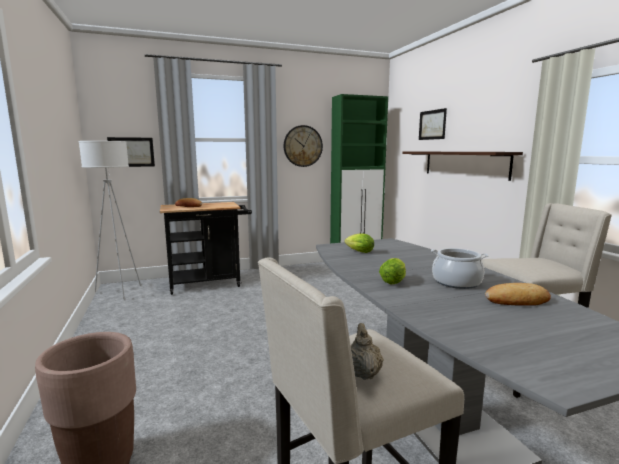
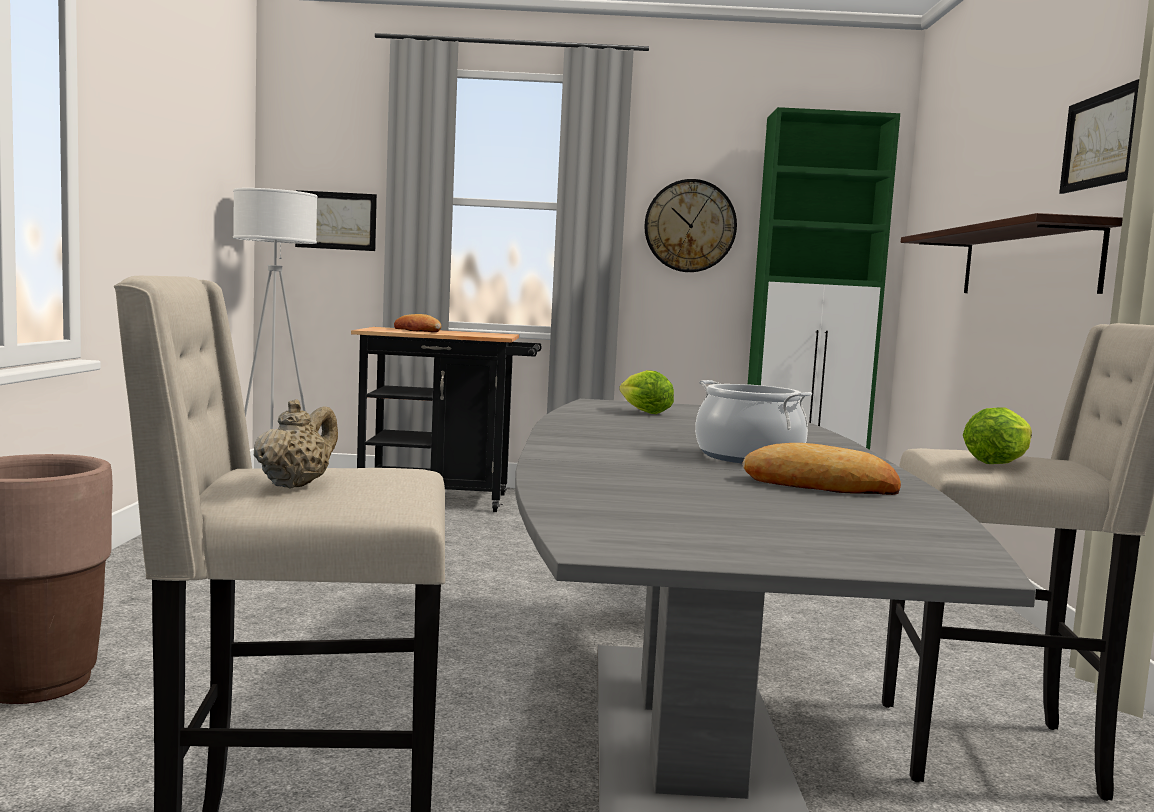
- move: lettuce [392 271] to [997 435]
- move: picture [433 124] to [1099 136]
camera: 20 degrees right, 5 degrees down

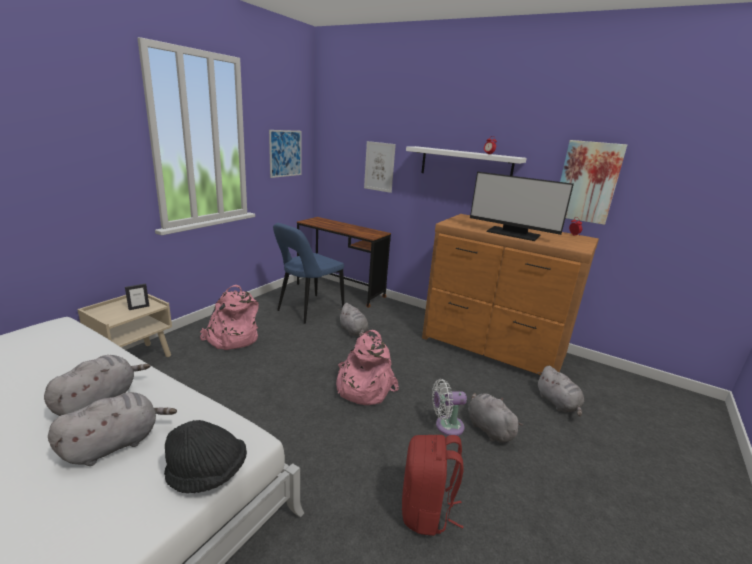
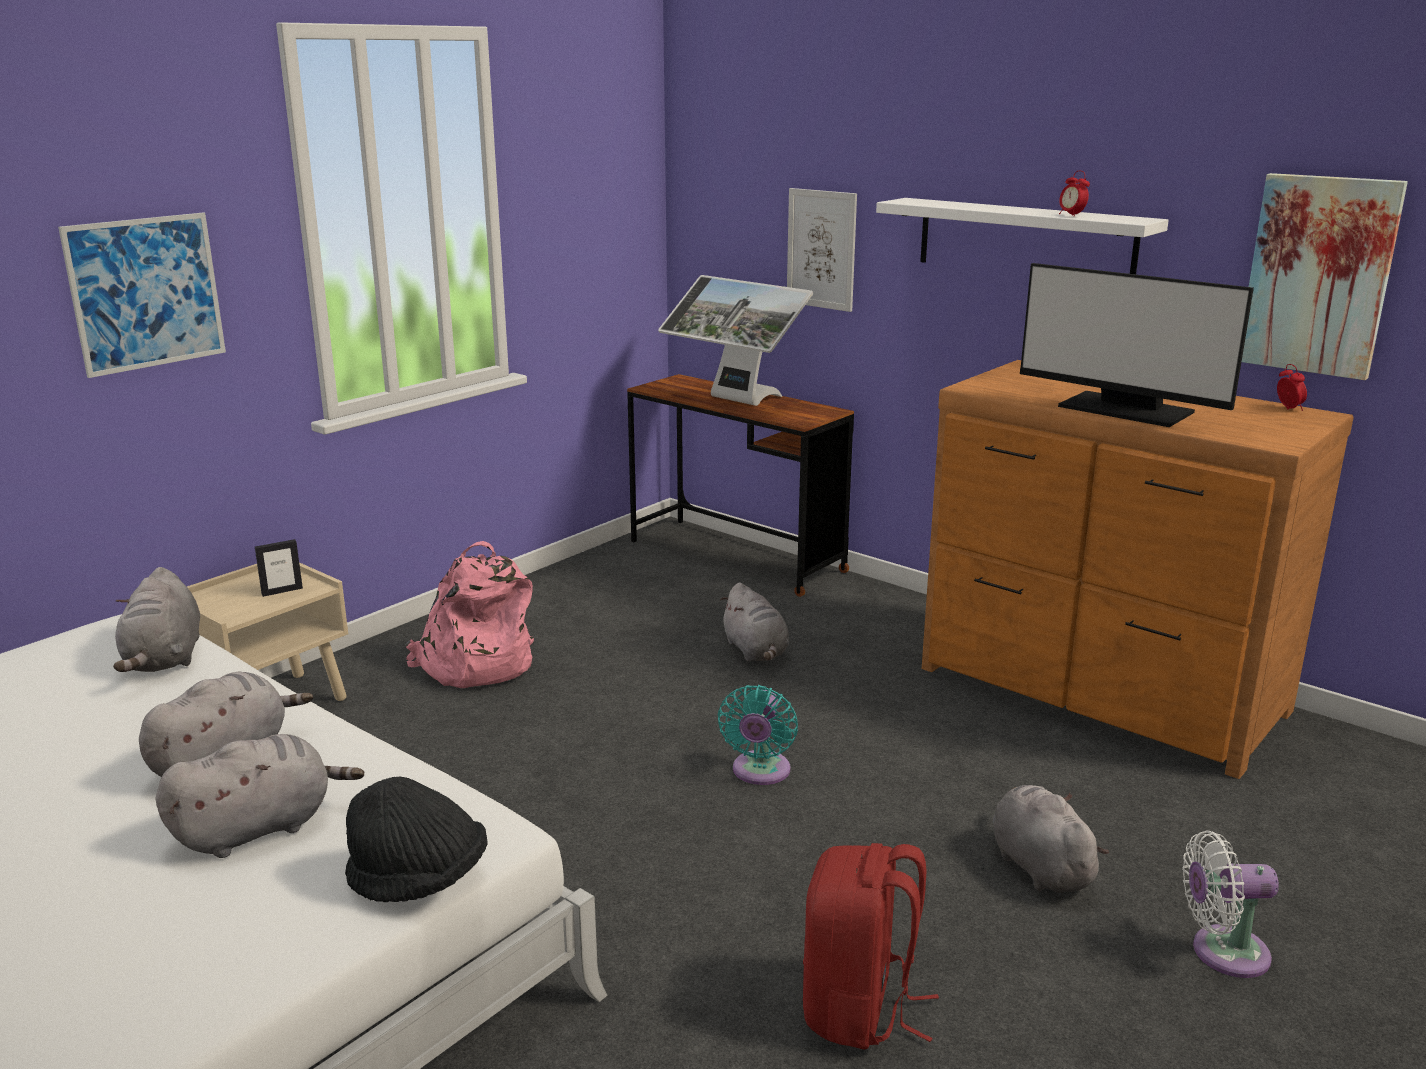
- move: picture [285 154] to [142 295]
- move: grey plush toy [560 391] to [156 619]
- insert: monitor [735 340]
- replace: pink backpack [367 367] to turquoise fan [757 735]
- move: white fan [449 407] to [1230 904]
- delete: blue chair [308 273]
camera: 10 degrees right, 0 degrees up

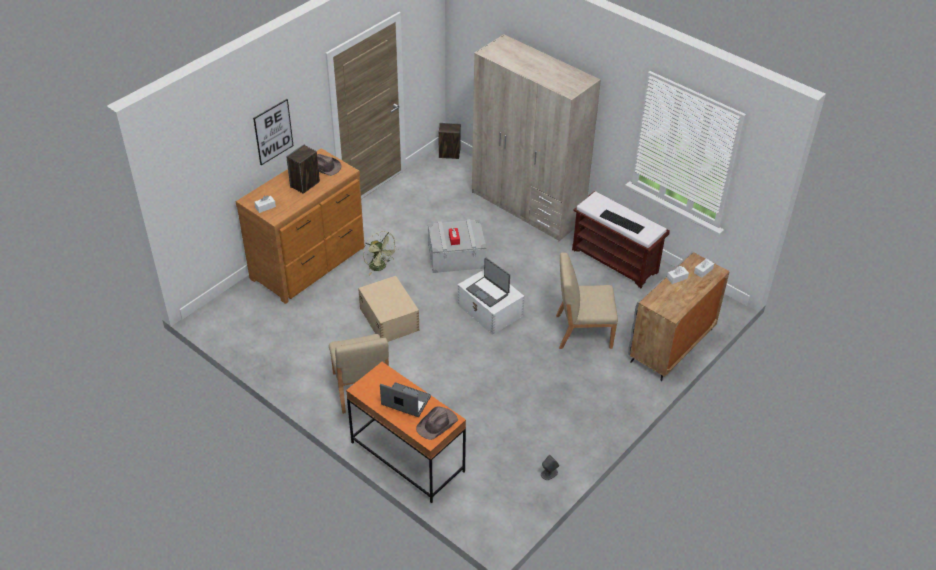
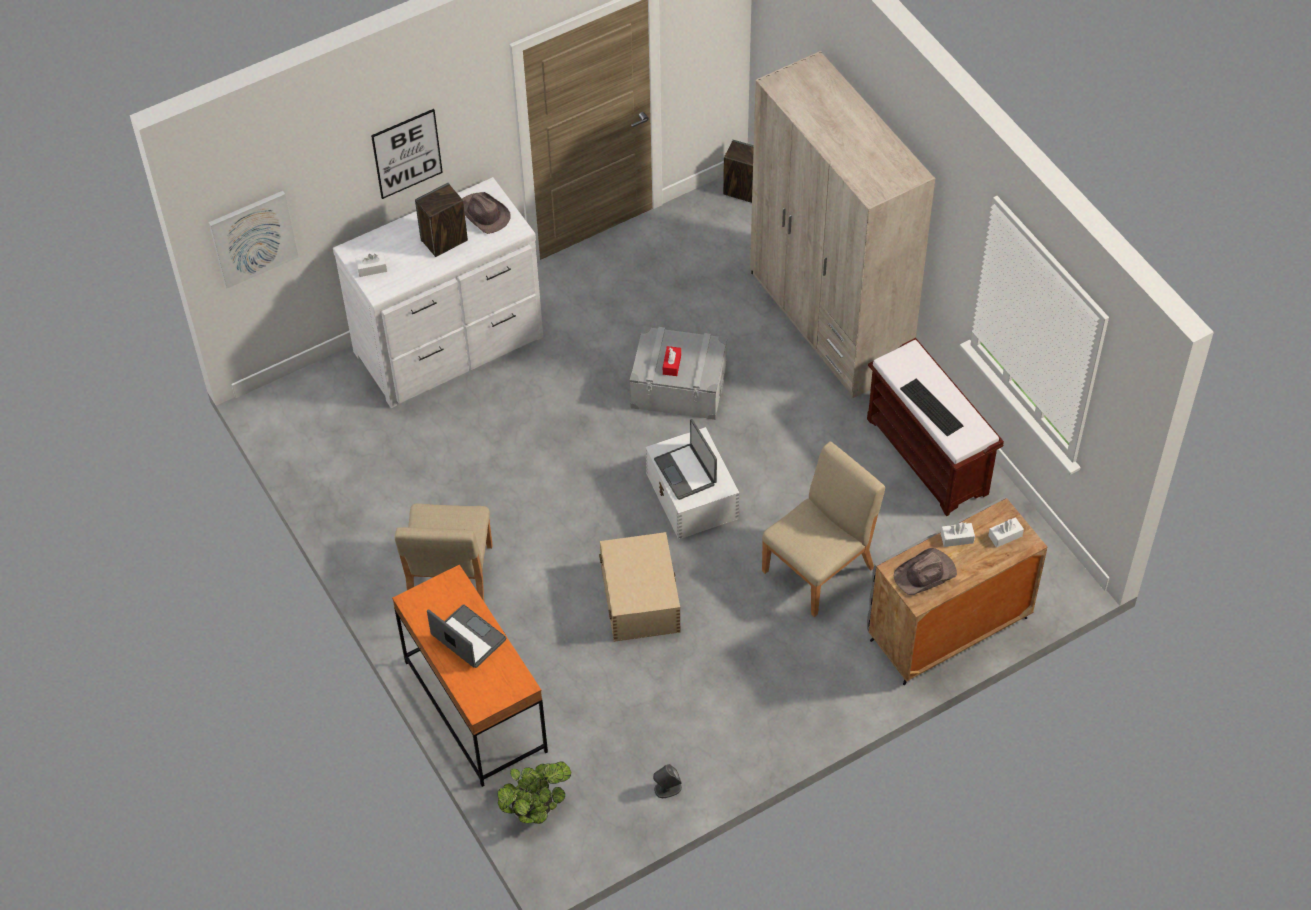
- insert: picture [254 239]
- recolor: brown dresser [300 226] to white dresser [438 292]
- insert: potted plant [534 792]
- move: beige storage box [388 309] to [639 587]
- rotate: beige chair [587 301] = [823 529] 120 degrees clockwise
- move: brown hat [437 423] to [925 571]
- delete: green fan [380 253]
camera: 20 degrees right, 10 degrees up

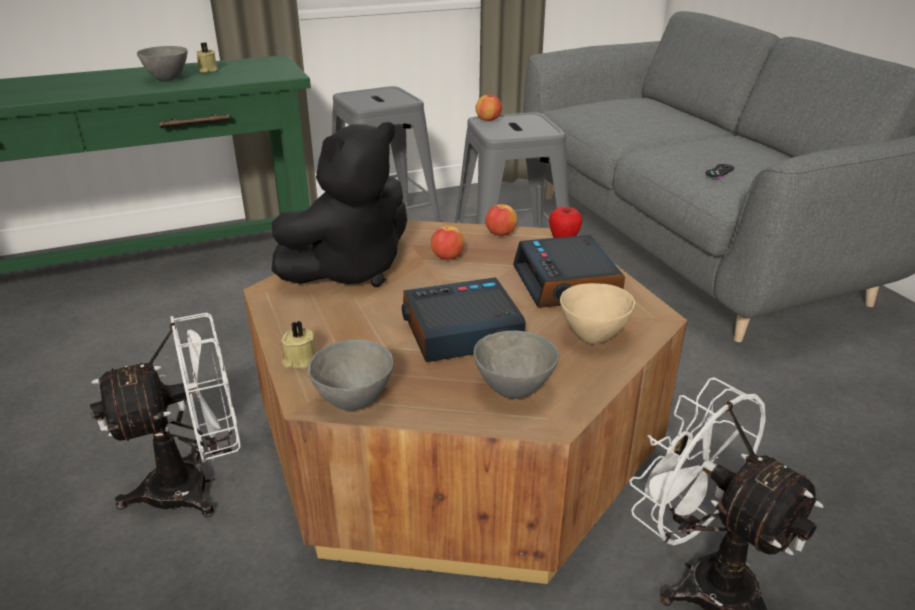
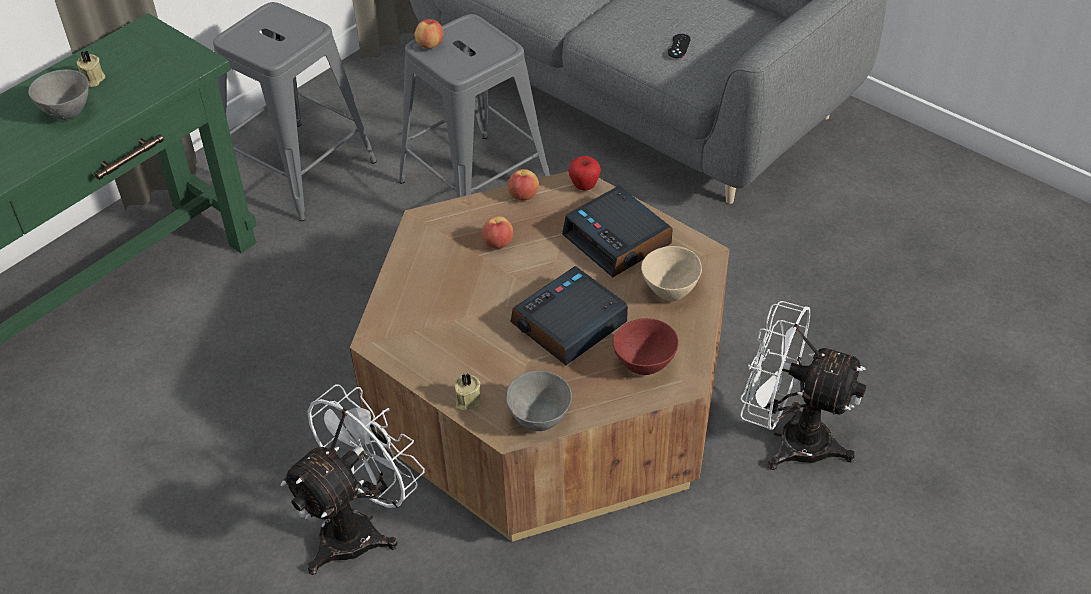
- recolor: grey bowl [516 364] to red bowl [646 346]
- delete: black plush toy [339 204]
camera: 25 degrees left, 15 degrees up

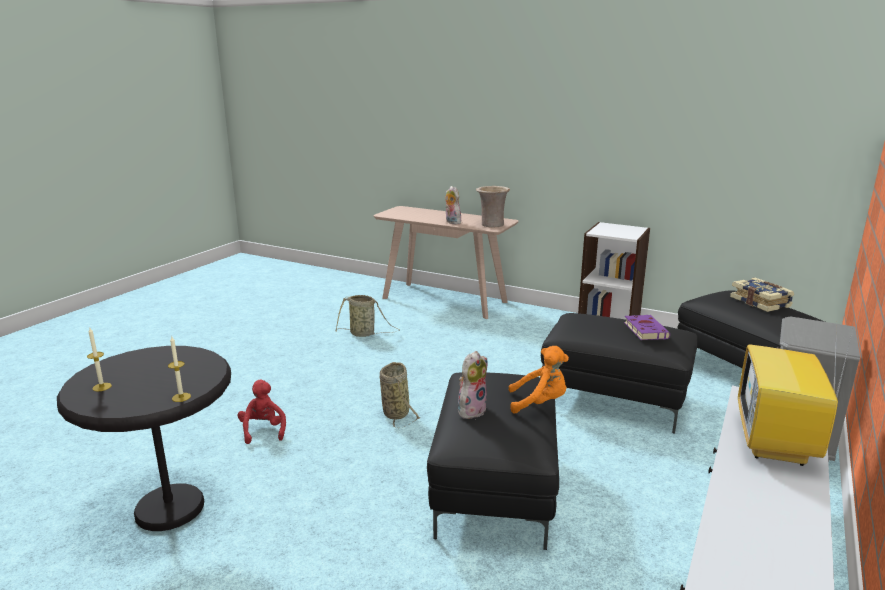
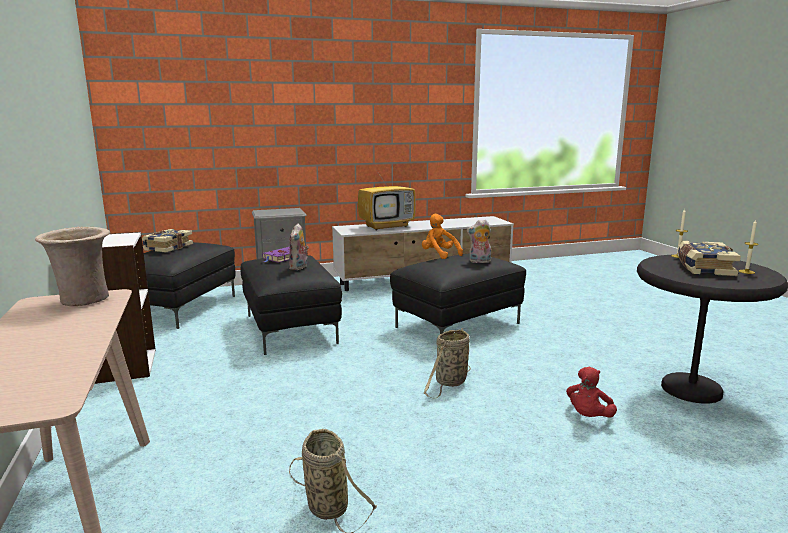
- move: plush toy [453 205] to [299 246]
- insert: book [709 258]
camera: 135 degrees left, 5 degrees down

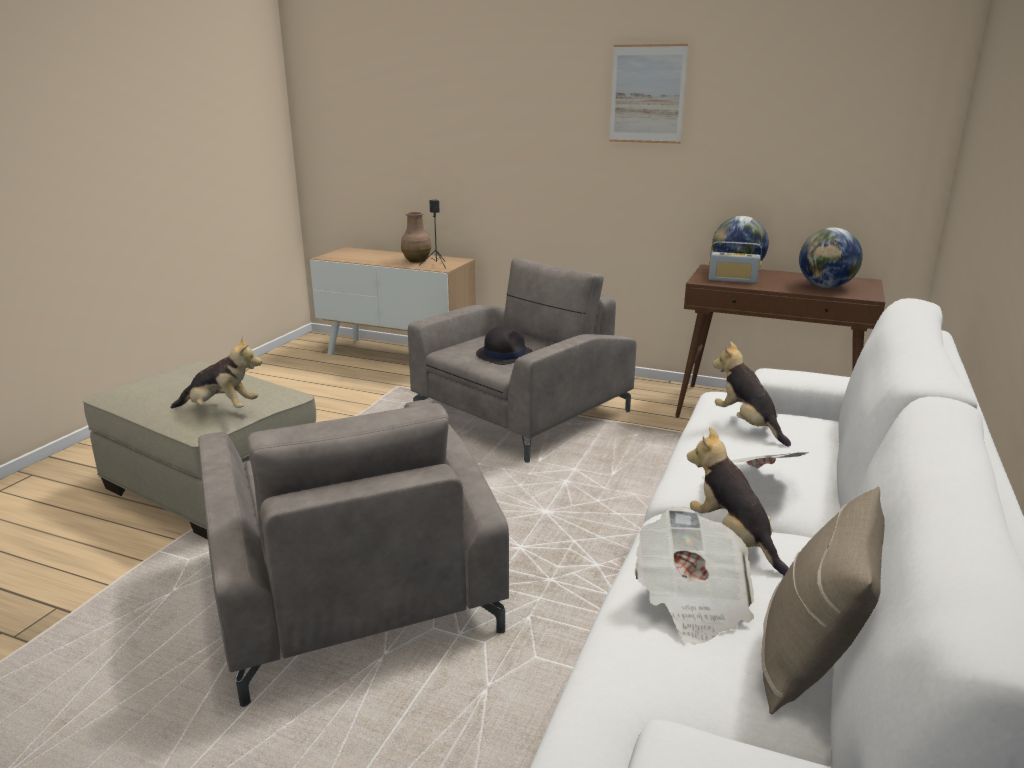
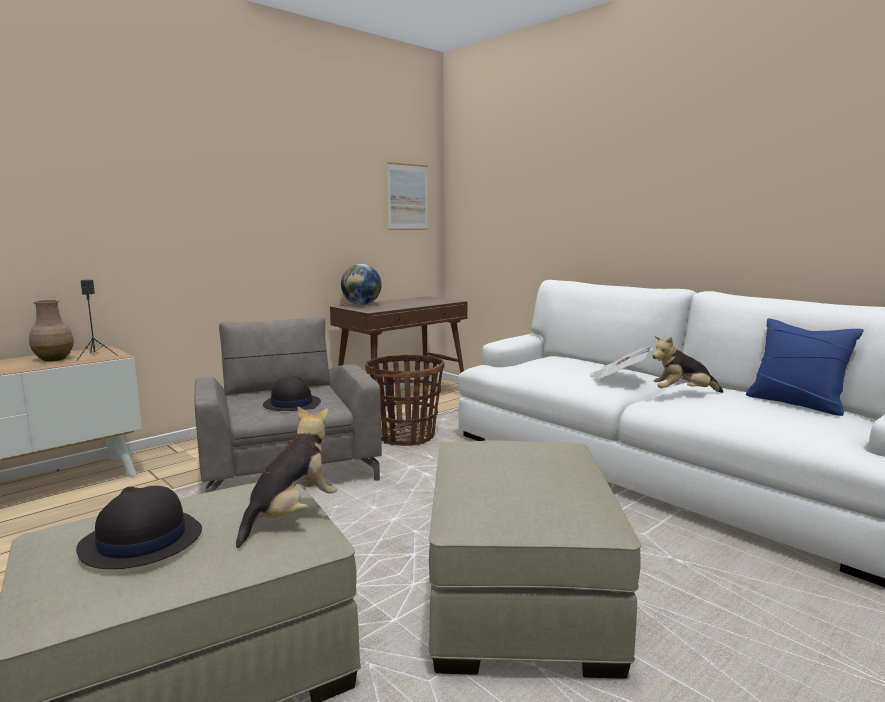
- insert: black hat [139 527]
- insert: basket [405 400]
- move: picture [648 94] to [407 196]
- replace: grey armchair [353 553] to beige ottoman [534 559]
- recolor: beige pillow [823 600] to blue pillow [805 367]
- delete: newspaper [694 576]
- delete: radio [735 262]
- delete: plush toy [752 394]
- delete: globe [831 257]
camera: 65 degrees left, 10 degrees down

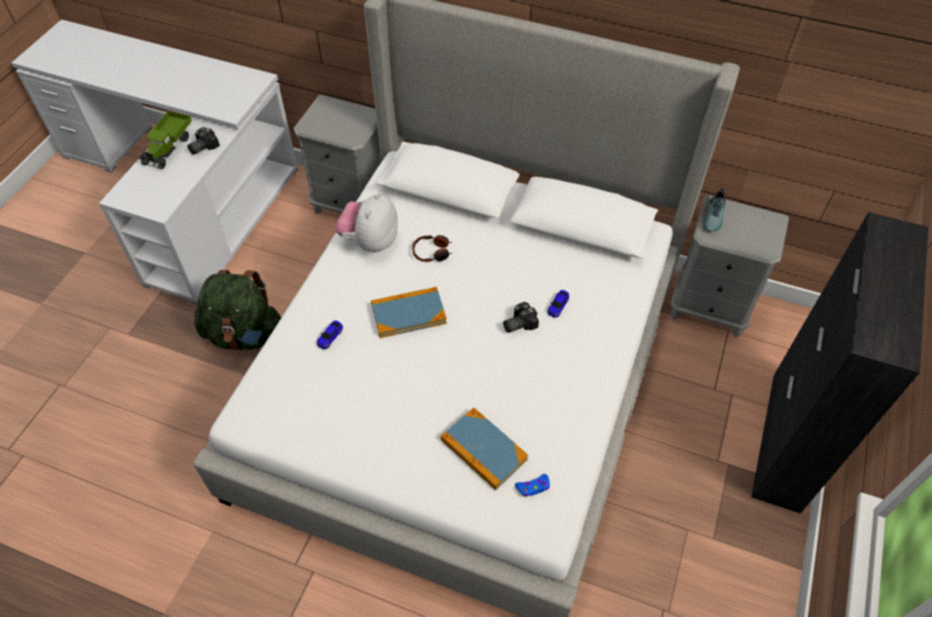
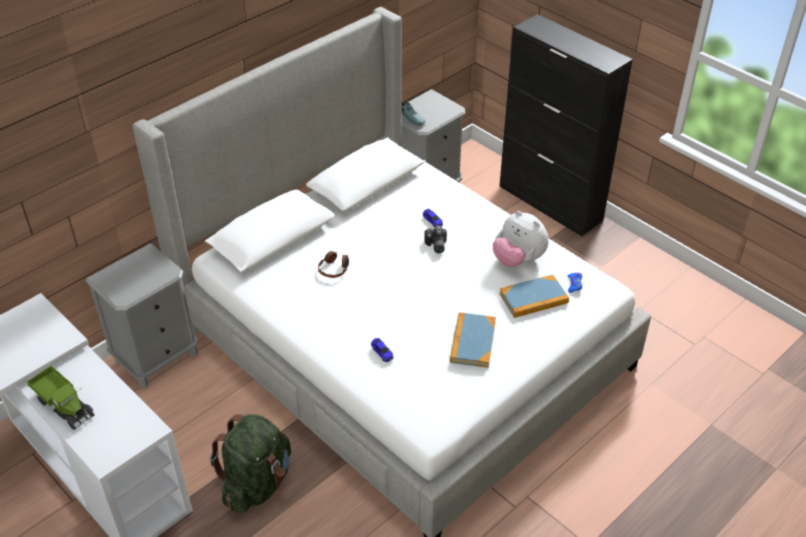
- move: book [409 312] to [473 340]
- move: plush toy [366 222] to [520 239]
- delete: photo camera [204 141]
camera: 65 degrees left, 10 degrees down

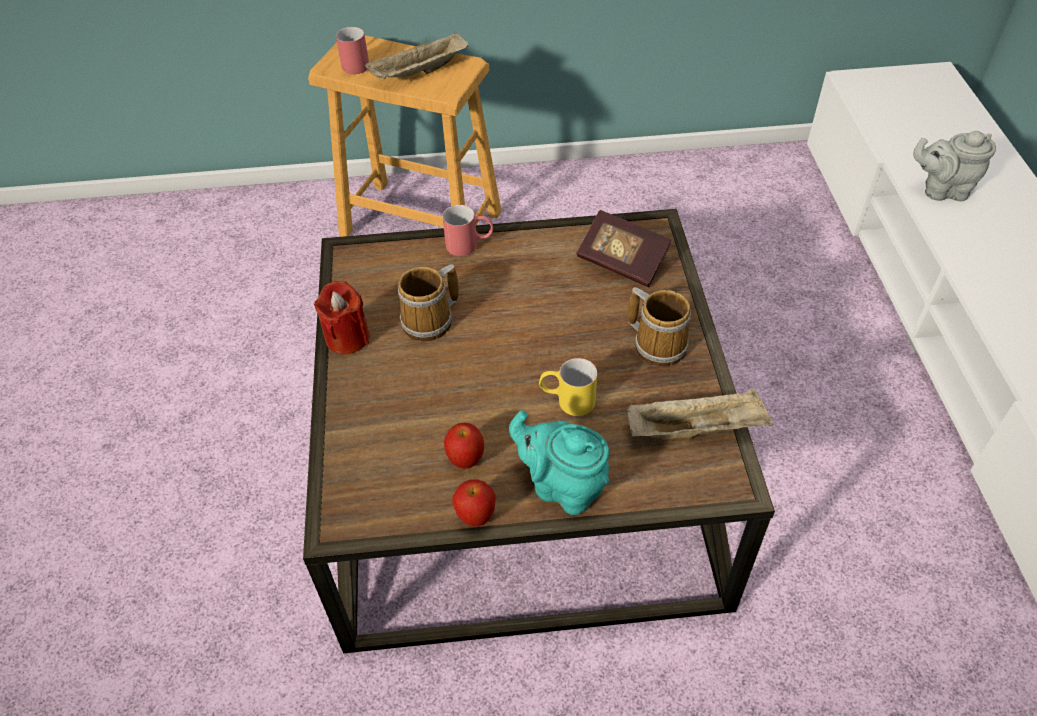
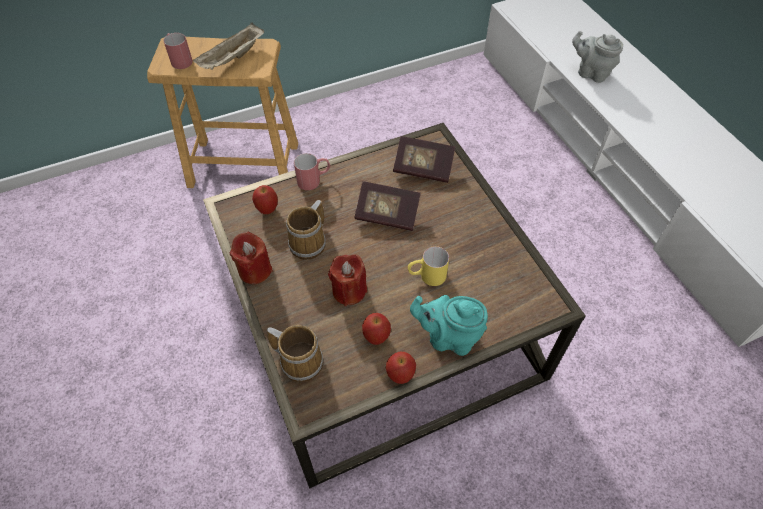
- insert: apple [265 199]
- move: mug [659 326] to [295 353]
- insert: red candle [347 280]
- insert: book [387 206]
- rotate: grey teapot [954 166] = [597 57] 45 degrees clockwise
- delete: beige tray [700 414]
camera: 20 degrees left, 5 degrees up

